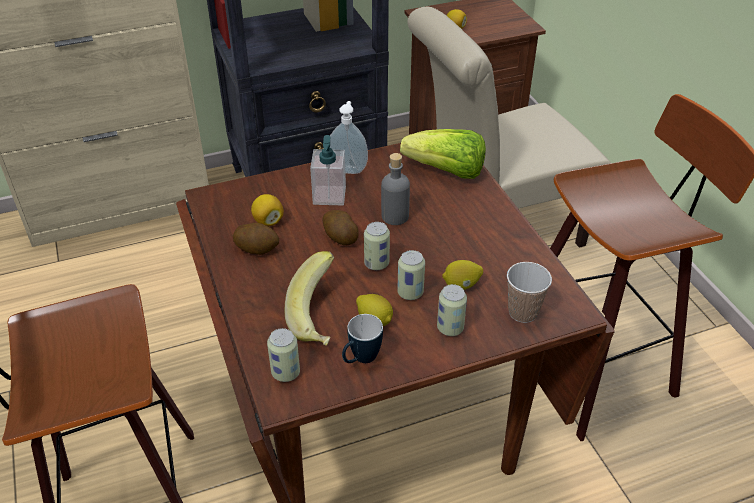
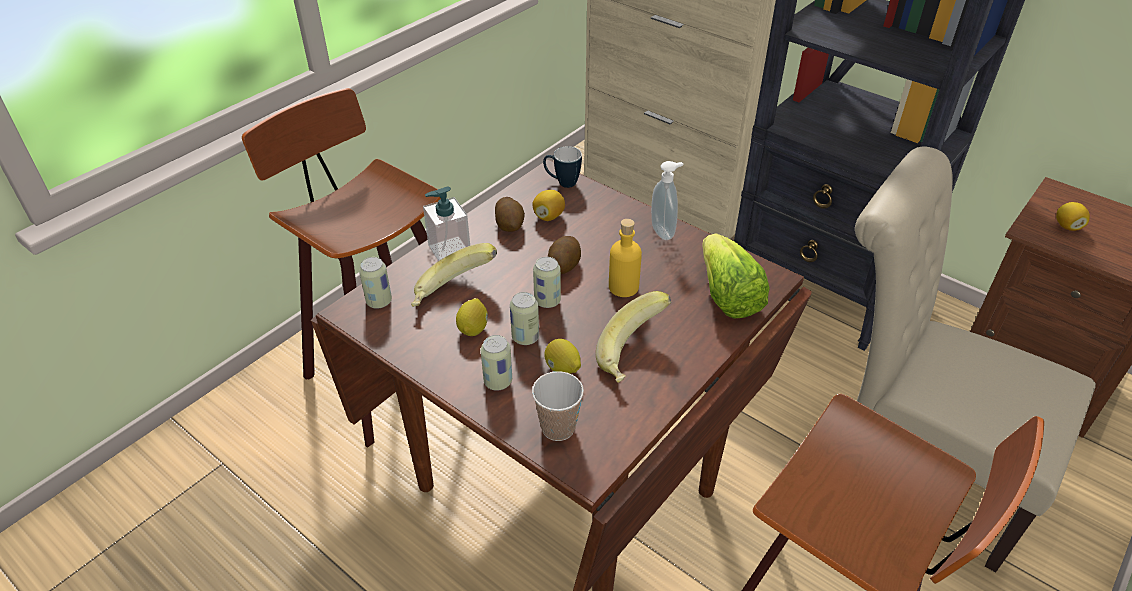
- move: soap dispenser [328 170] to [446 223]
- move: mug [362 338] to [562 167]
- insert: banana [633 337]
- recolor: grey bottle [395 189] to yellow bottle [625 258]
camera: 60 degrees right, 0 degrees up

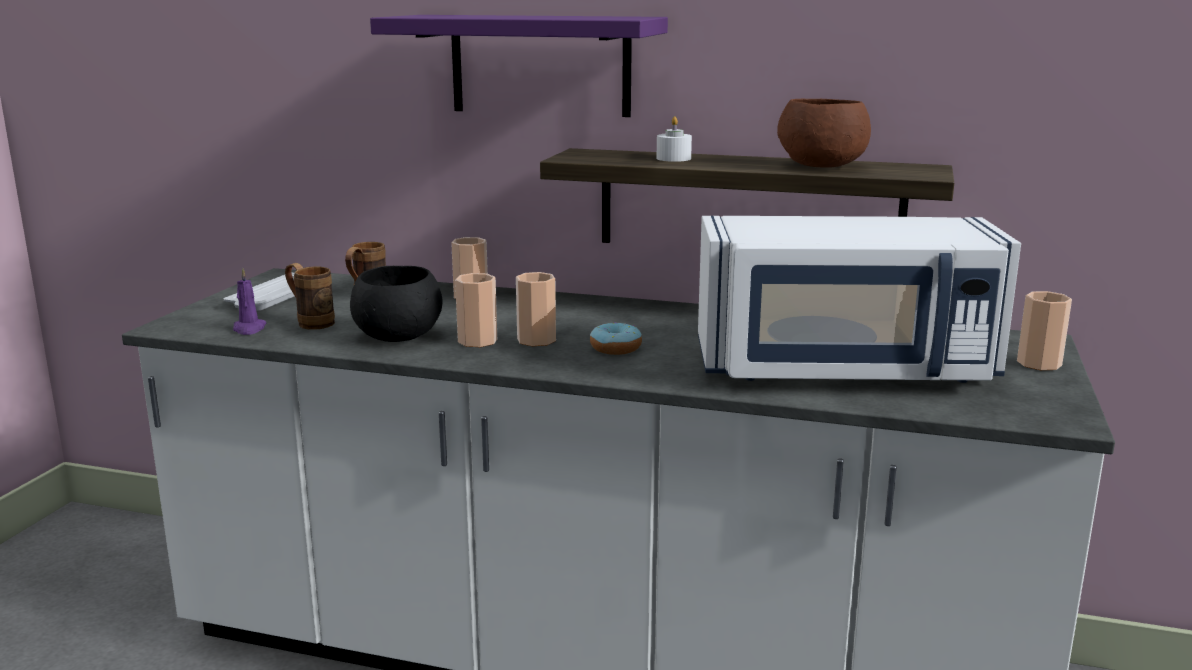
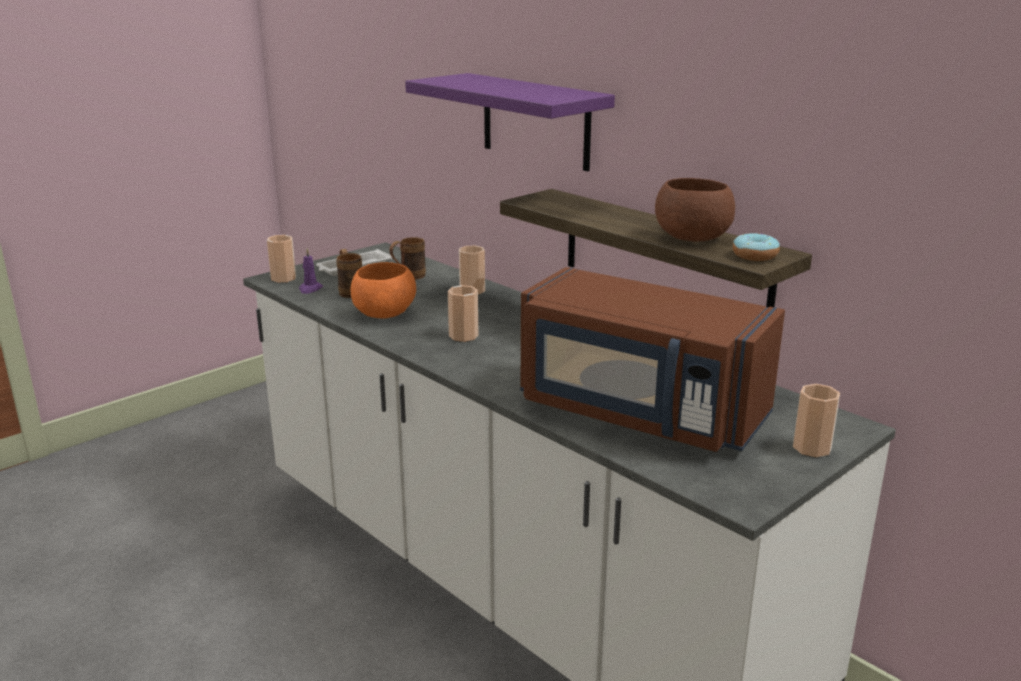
- move: cup [476 310] to [281 258]
- recolor: black bowl [396 304] to orange bowl [383 290]
- recolor: white microwave [859 299] to brown microwave [652 359]
- move: donut [616 338] to [756 247]
- delete: white candle [674 139]
camera: 30 degrees right, 5 degrees up

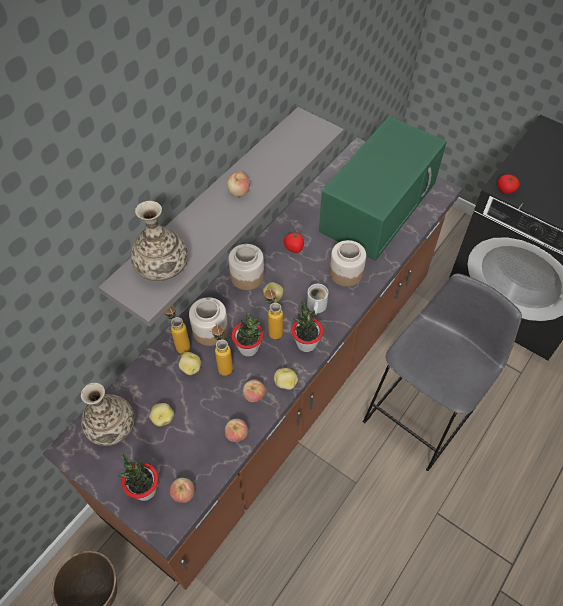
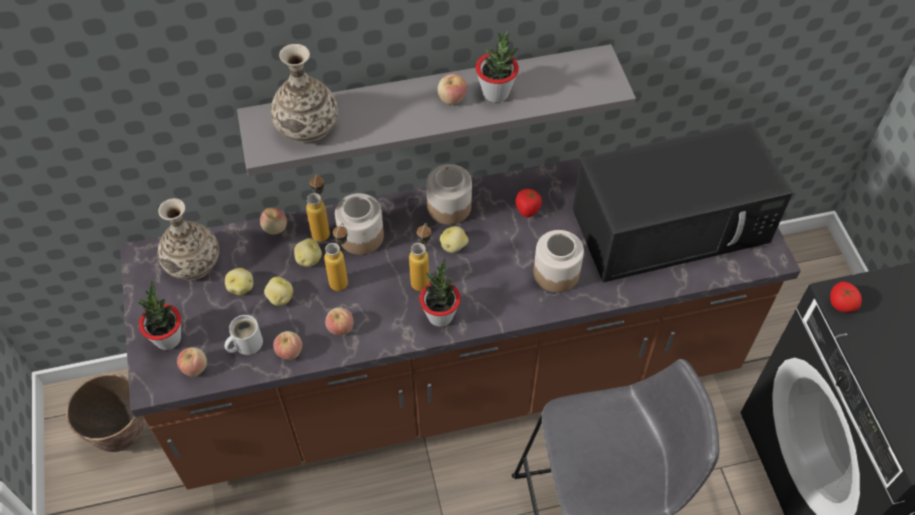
- move: white mug [317 299] to [243 335]
- insert: apple [273 221]
- move: potato [286 379] to [278 291]
- move: potted plant [247 333] to [497 66]
- recolor: green microwave [383 188] to black microwave [682 201]
camera: 40 degrees right, 0 degrees up

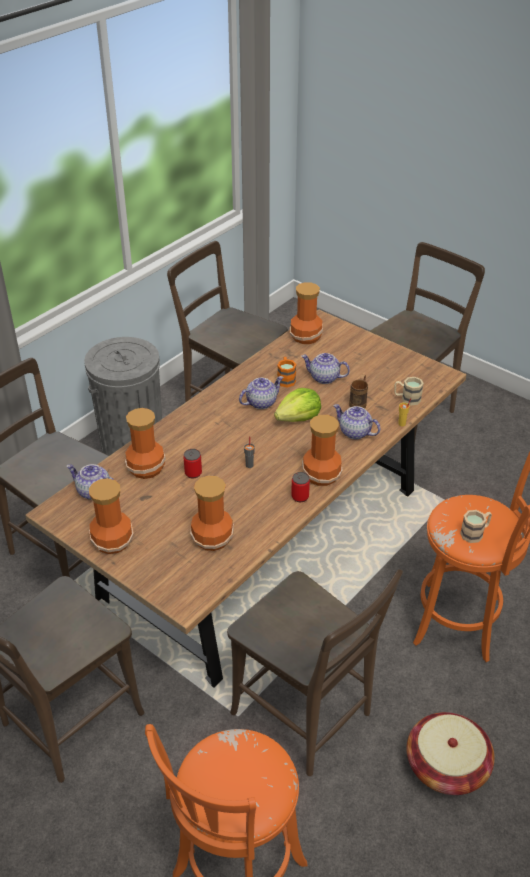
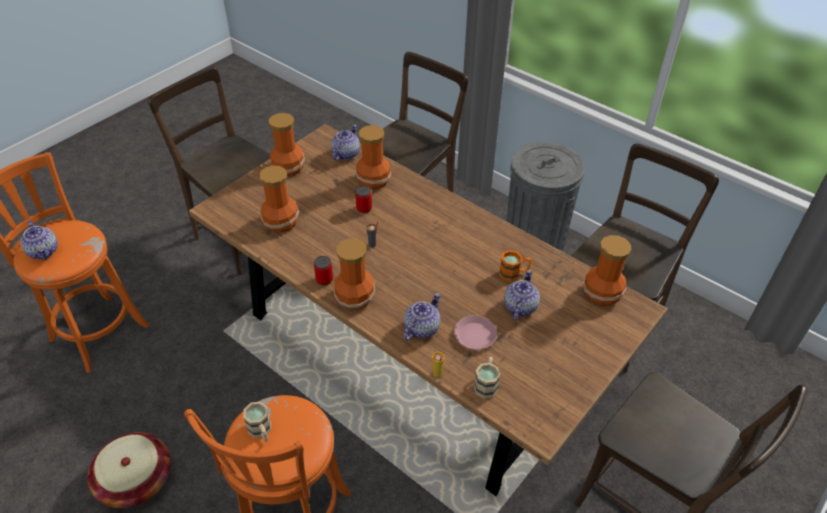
- move: teapot [261 392] to [39 240]
- replace: brown mug [358 391] to pink plate [475 332]
- delete: brown chair [315 672]
- delete: lettuce [297 405]
camera: 90 degrees right, 5 degrees up

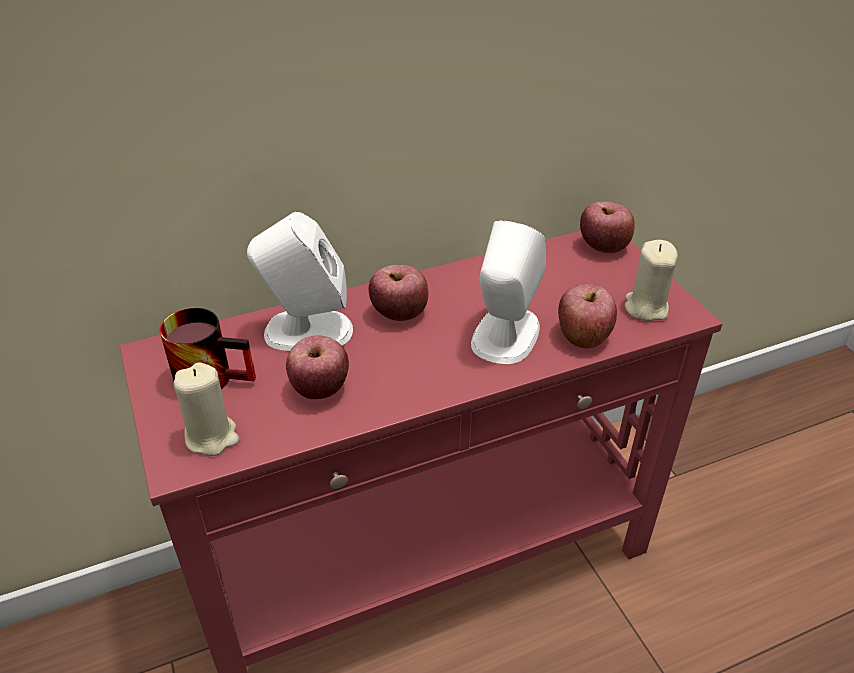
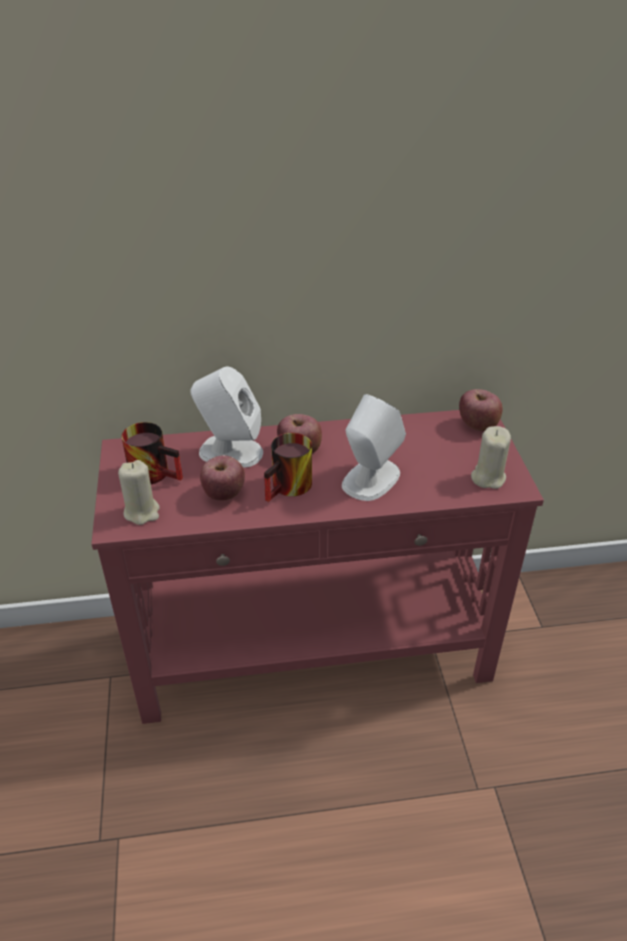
- insert: mug [288 467]
- delete: apple [587 315]
camera: 15 degrees right, 0 degrees up

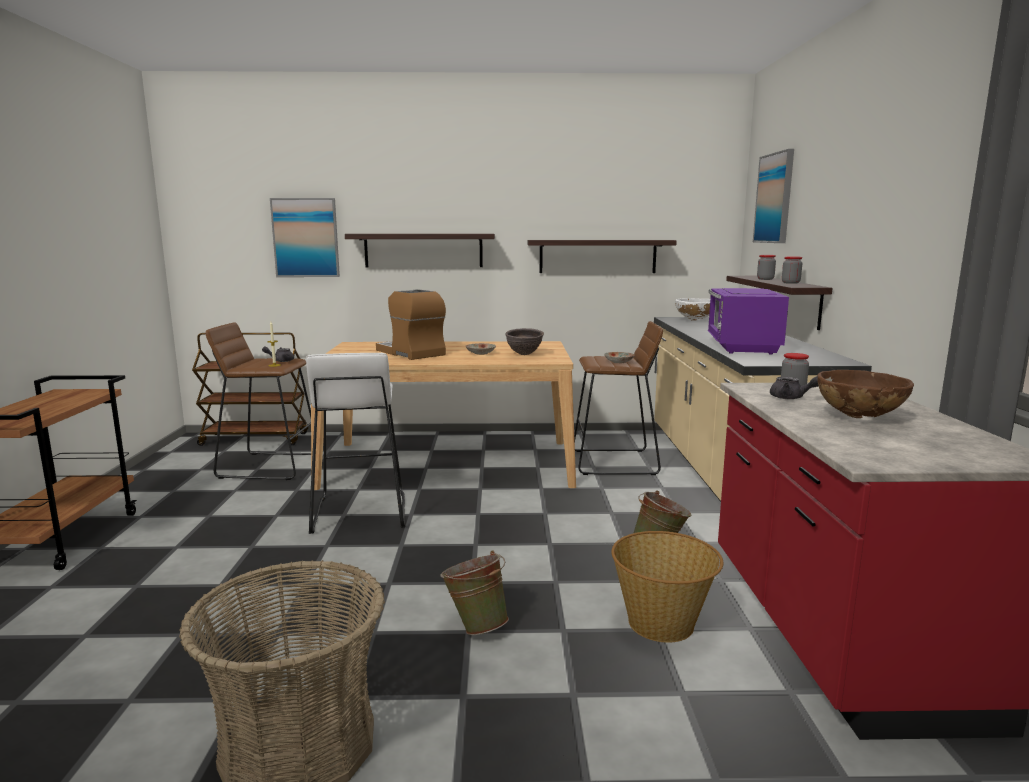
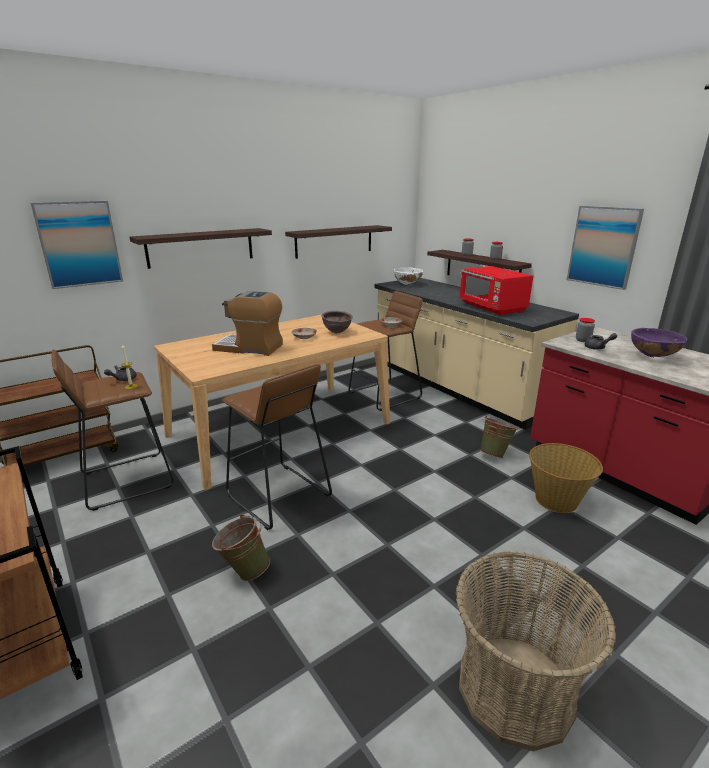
- move: green bucket [474 592] to [241 547]
- recolor: white stool [355 443] to brown stool [277 447]
- recolor: purple microwave [748 321] to red microwave [496 291]
- move: picture [773 196] to [605 248]
- recolor: brown bowl [865 394] to purple bowl [659 342]
camera: 35 degrees left, 10 degrees up

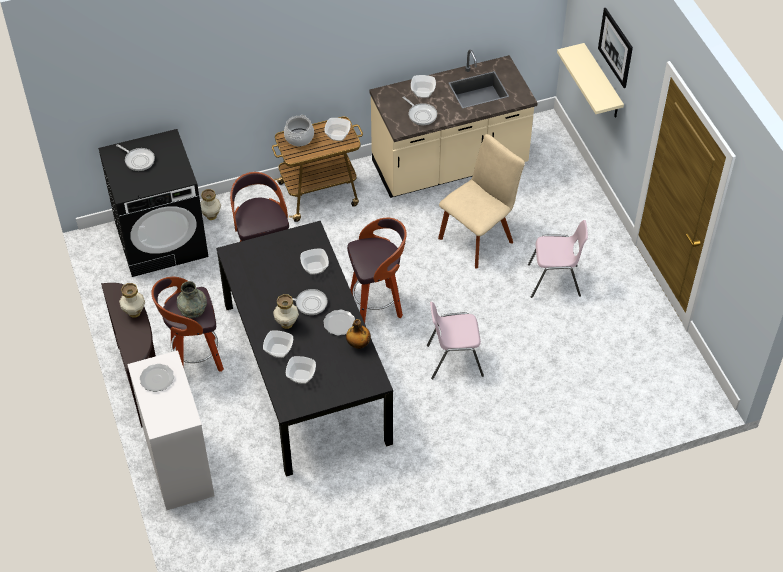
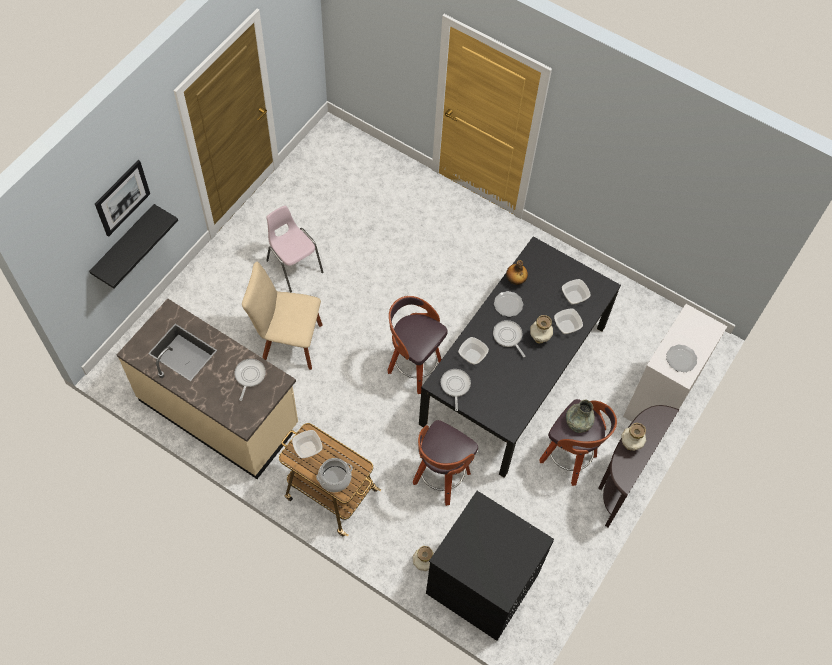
- recolor: beige shelf [590 80] to black shelf [133 246]
- move: frying pan [135 157] to [456 390]
- delete: bowl [423 86]
- delete: pink chair [455 340]
camera: 130 degrees left, 10 degrees up

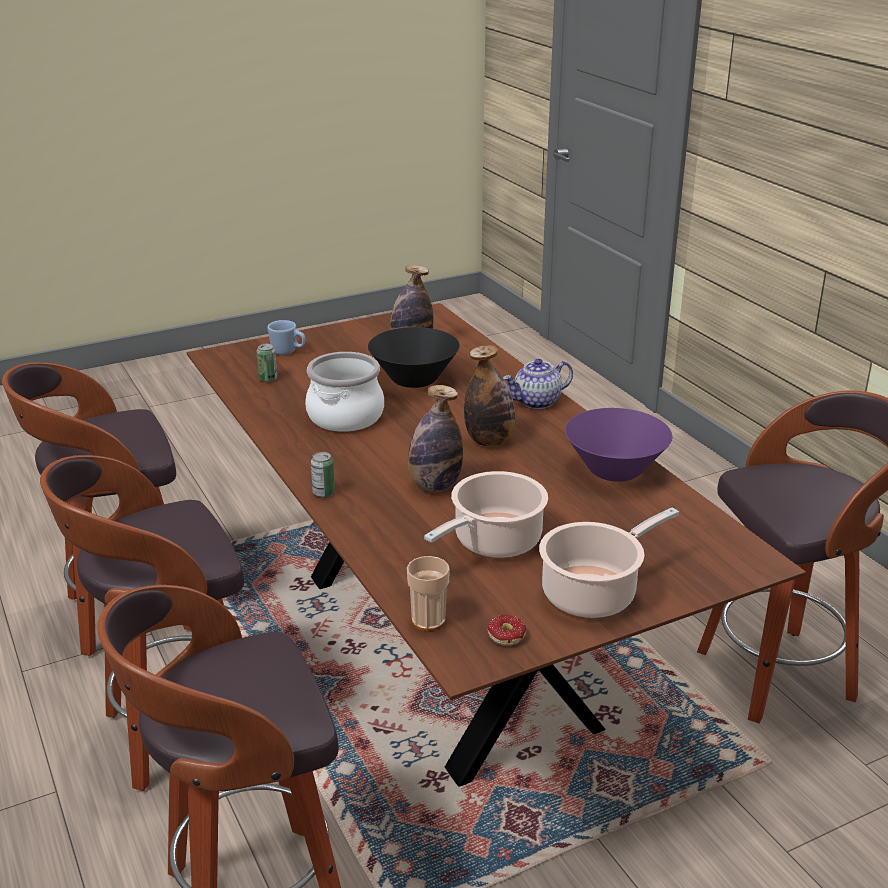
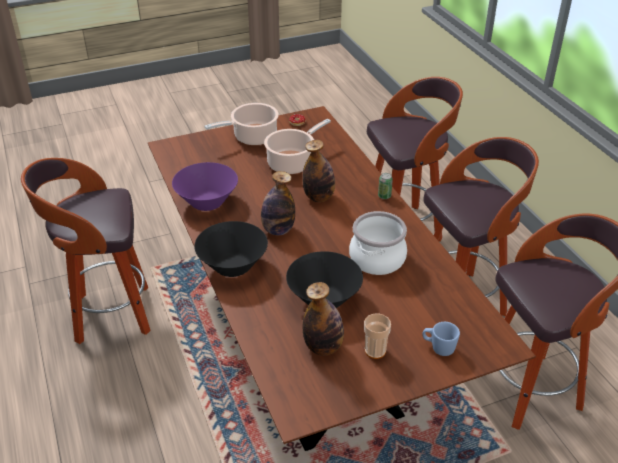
- replace: teapot [538 384] to black bowl [231 249]
- move: cup [428 593] to [377 336]
- delete: can [266 363]
camera: 175 degrees left, 10 degrees up

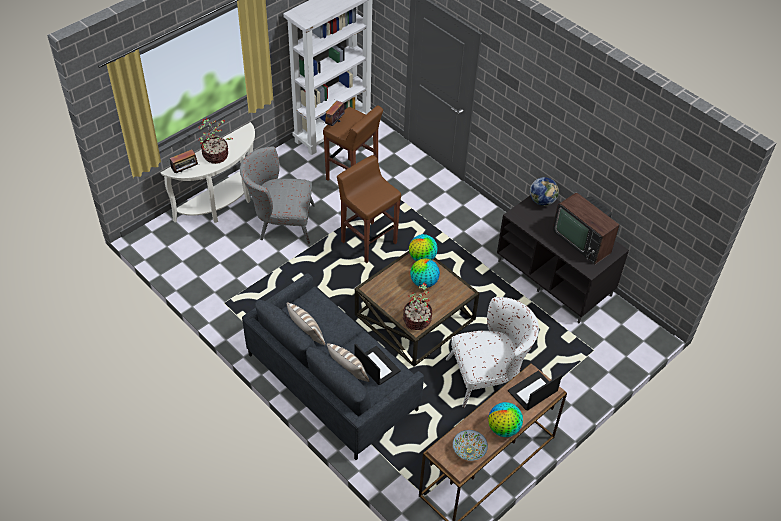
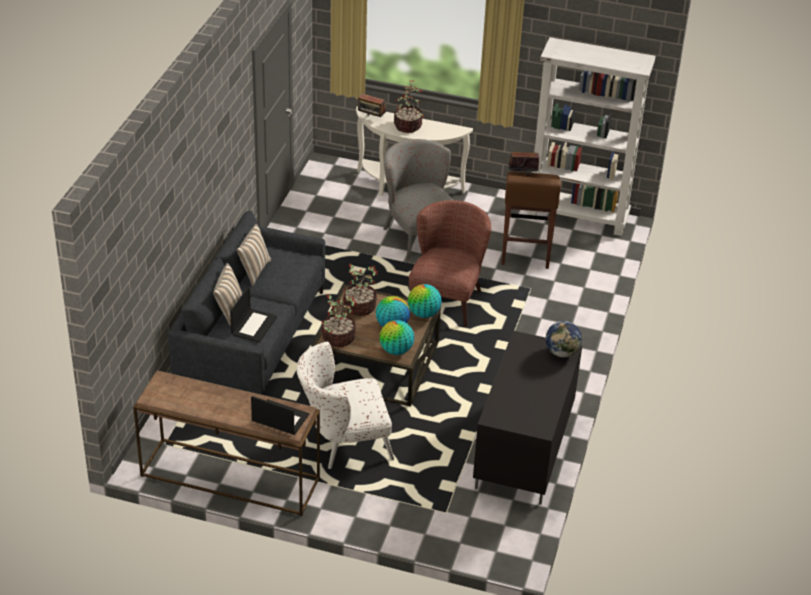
- rotate: white armchair [492 352] = [345 405] 120 degrees clockwise
- insert: potted plant [360 290]
- move: globe [505 419] to [396 337]
- replace: brown stool [369 209] to brown armchair [450 263]
- delete: bowl [470 445]
- delete: television [586 228]
camera: 60 degrees right, 10 degrees down

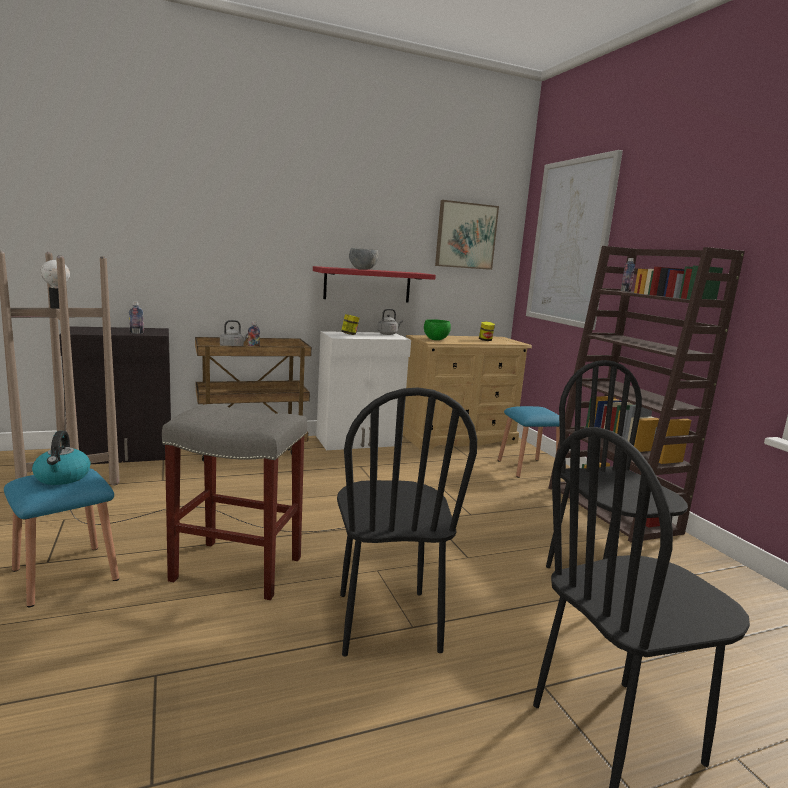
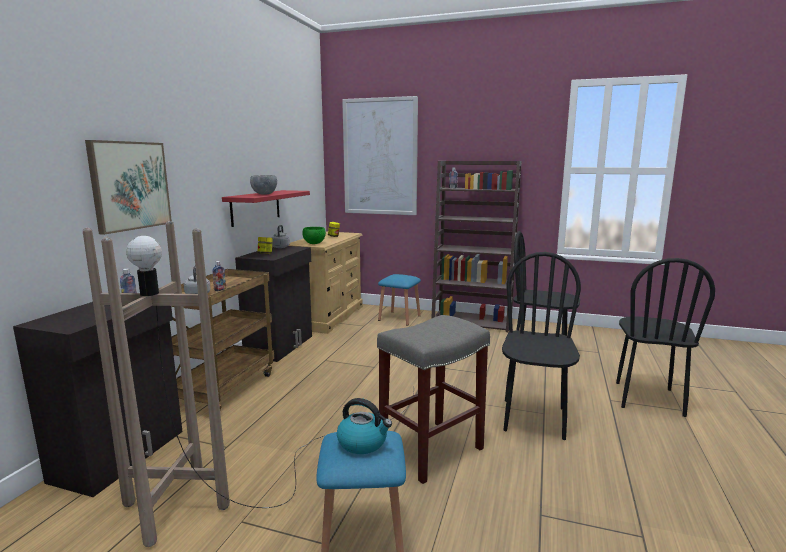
- move: picture [467 235] to [128 187]
- recolor: white cabinet [363 390] to black cabinet [273 304]
- rotate: black chair [407 521] = [541 346] 105 degrees counterclockwise
camera: 50 degrees left, 0 degrees up

